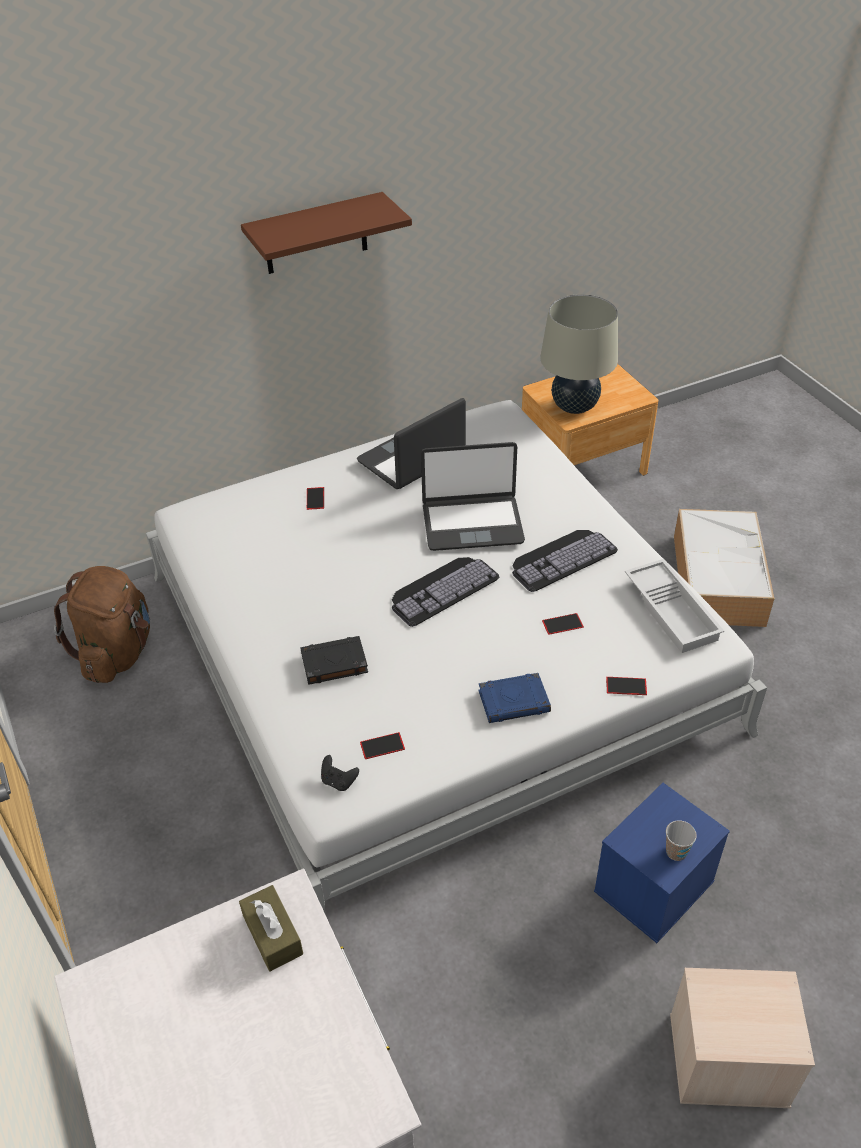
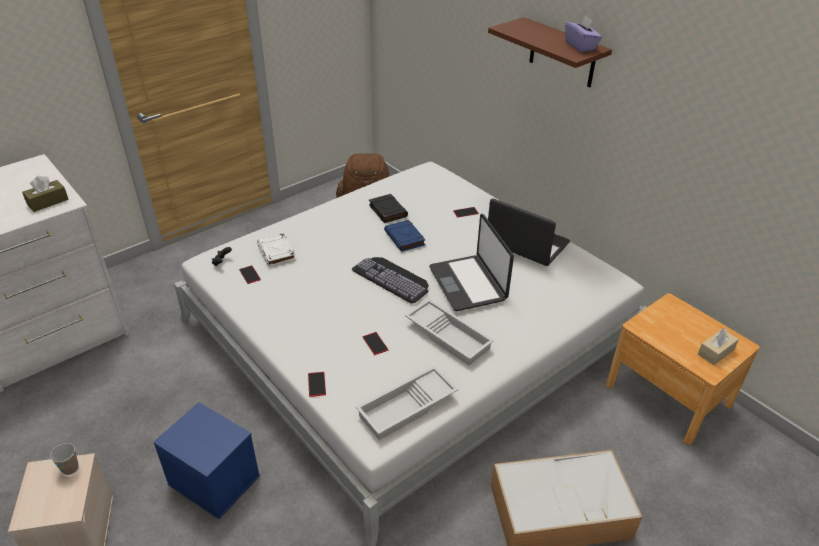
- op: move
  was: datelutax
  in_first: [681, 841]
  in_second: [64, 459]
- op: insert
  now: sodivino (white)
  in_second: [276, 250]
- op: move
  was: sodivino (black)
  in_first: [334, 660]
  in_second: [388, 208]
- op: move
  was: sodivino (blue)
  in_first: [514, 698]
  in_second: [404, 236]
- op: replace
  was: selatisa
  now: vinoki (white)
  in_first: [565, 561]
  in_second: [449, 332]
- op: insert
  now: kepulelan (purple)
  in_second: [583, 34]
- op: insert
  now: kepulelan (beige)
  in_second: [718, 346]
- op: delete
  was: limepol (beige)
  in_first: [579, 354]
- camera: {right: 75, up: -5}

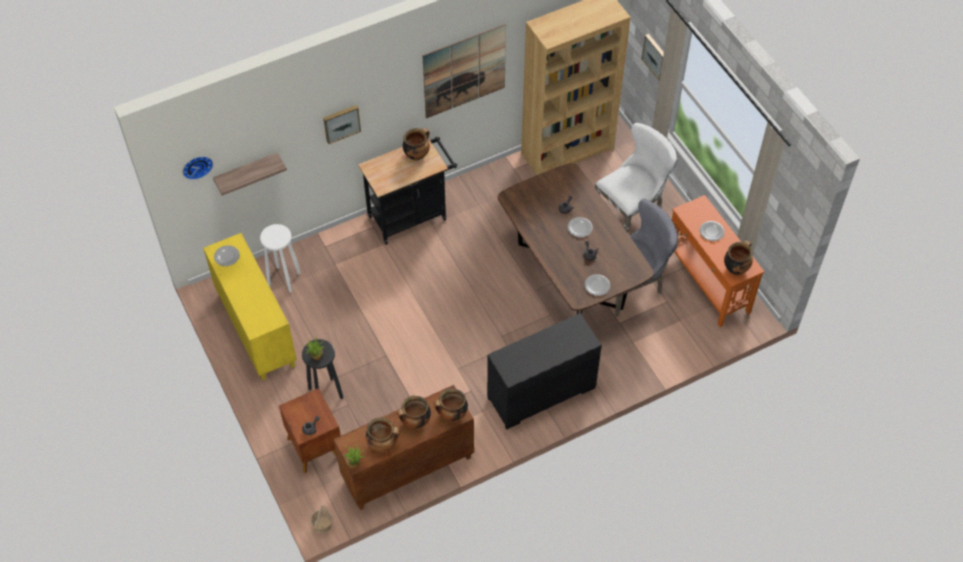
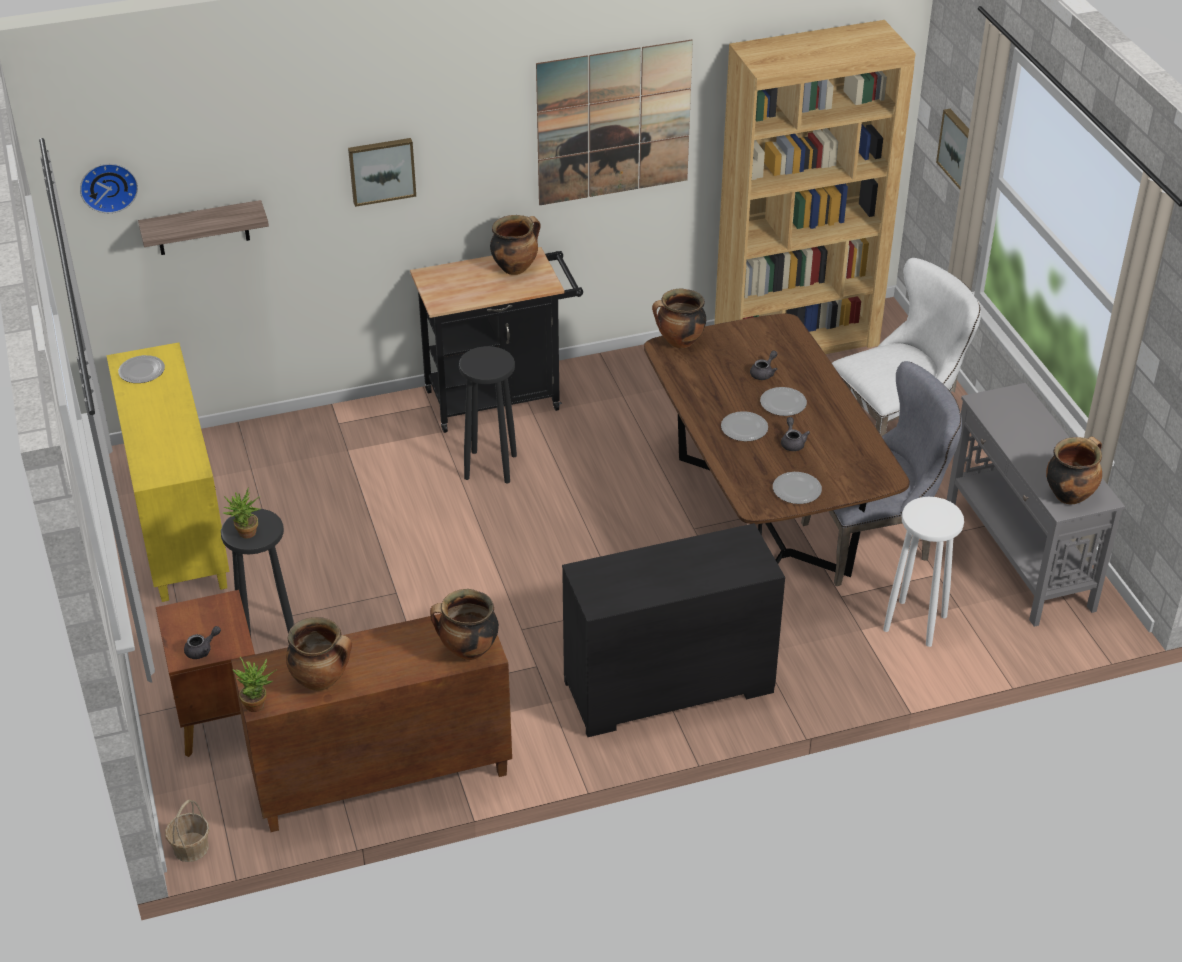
- op: insert
  now: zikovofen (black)
  in_second: [488, 414]
- op: move
  was: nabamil
  in_first: [414, 412]
  in_second: [679, 318]
- op: move
  was: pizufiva
  in_first: [712, 231]
  in_second: [744, 426]
- op: move
  was: zikovofen (white)
  in_first: [280, 258]
  in_second: [923, 572]
- op: recolor
  was: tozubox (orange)
  now: tozubox (grey)
  in_first: [718, 261]
  in_second: [1036, 505]
- camera: {right: 10, up: -15}

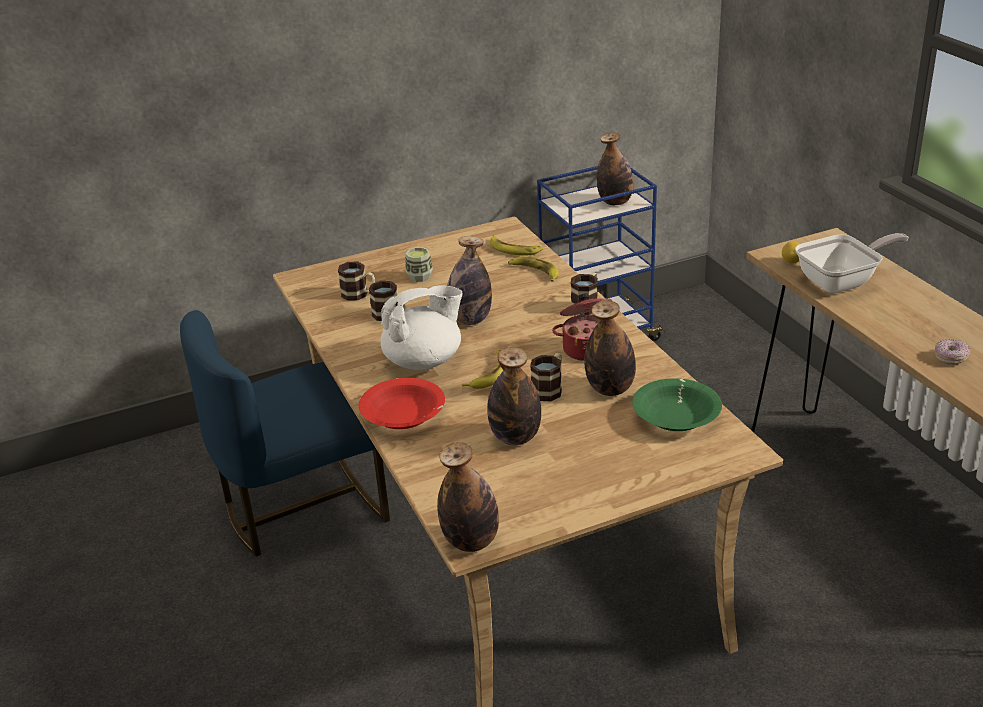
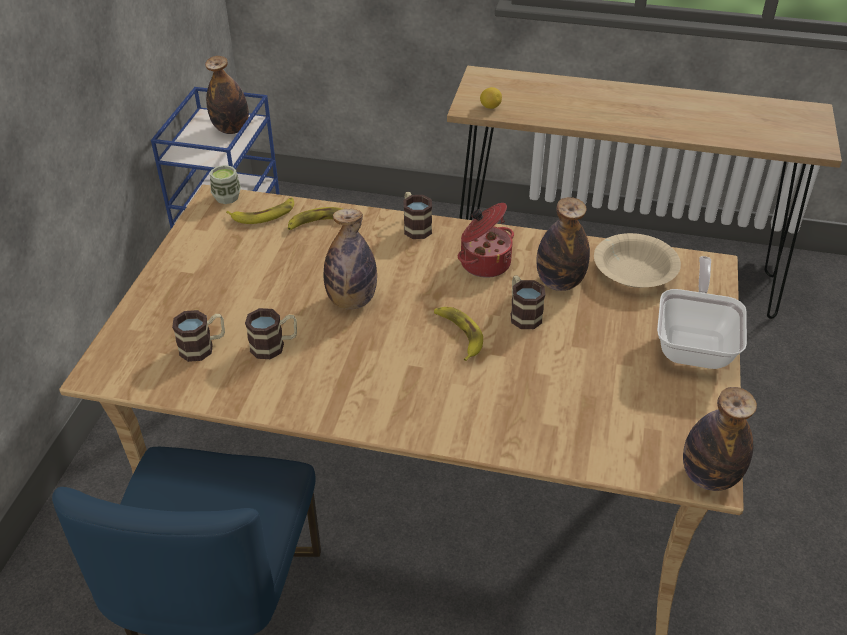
- op: move
  was: datelutax
  in_first: [419, 264]
  in_second: [225, 184]
- op: recolor
  was: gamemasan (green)
  now: gamemasan (beige)
  in_first: [677, 404]
  in_second: [637, 260]
- op: move
  was: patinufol
  in_first: [852, 263]
  in_second: [702, 312]
- op: delete
  was: gamemasan (red)
  in_first: [402, 403]
- op: delete
  was: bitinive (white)
  in_first: [421, 327]
- op: delete
  was: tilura
  in_first: [514, 396]
- op: delete
  was: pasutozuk
  in_first: [952, 352]
- camera: {right: -55, up: 10}

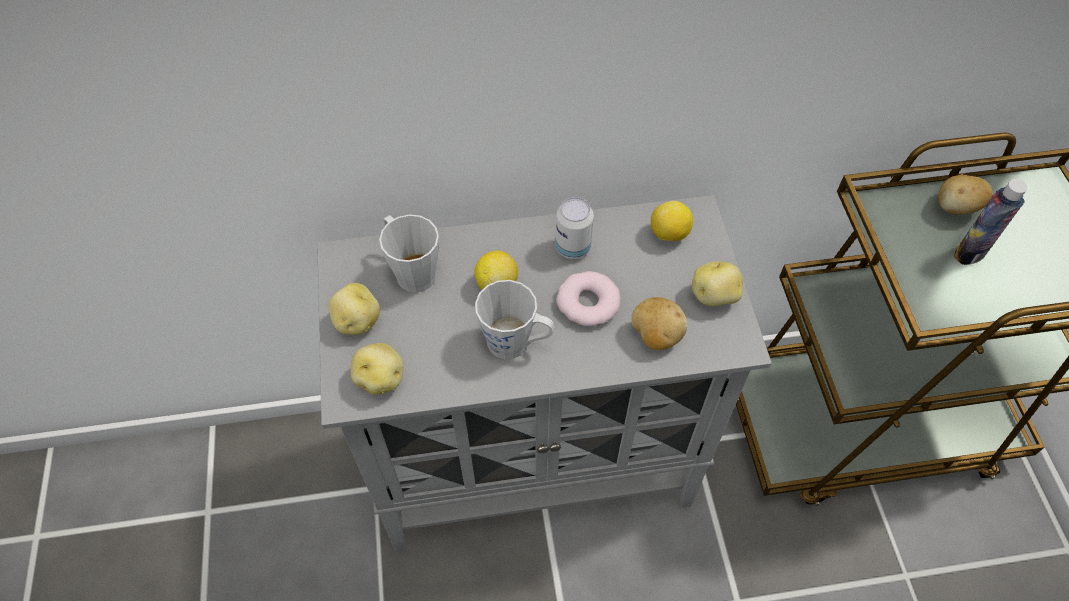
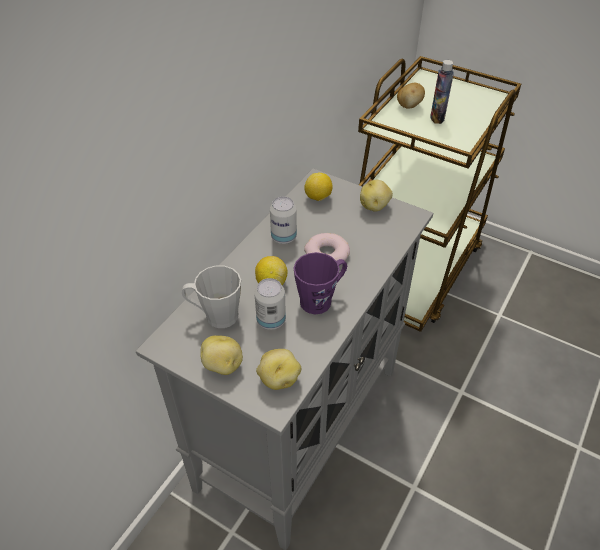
- op: insert
  now: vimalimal
  in_second: [270, 304]
- op: recolor
  was: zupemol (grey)
  now: zupemol (purple)
  in_first: [515, 319]
  in_second: [320, 283]
- op: delete
  was: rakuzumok
  in_first: [659, 323]
- camera: {right: -50, up: -10}

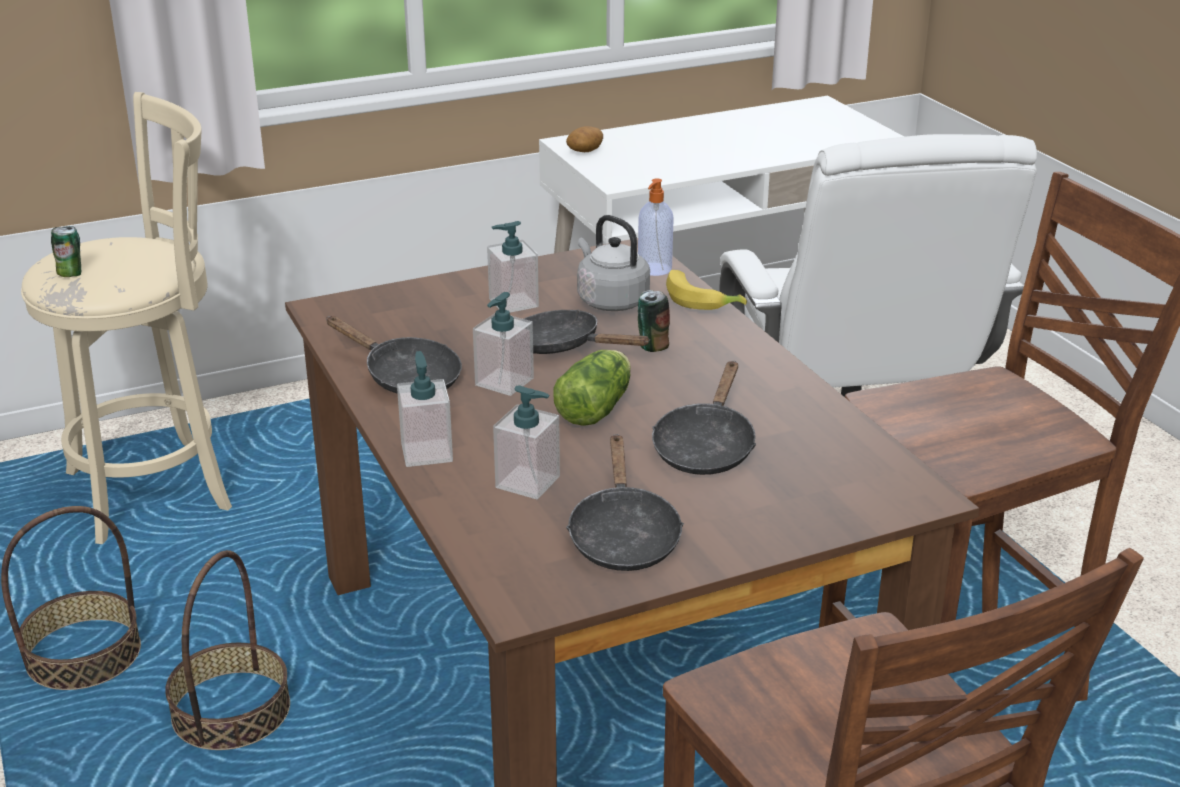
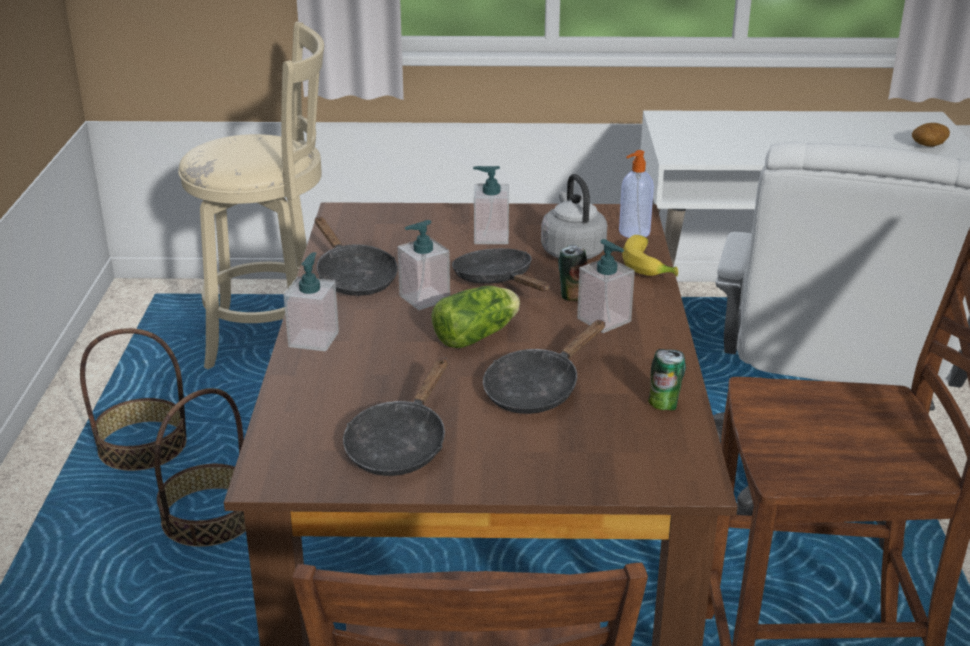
- op: move
  was: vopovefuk
  in_first: [526, 442]
  in_second: [606, 286]
- op: move
  was: vimalimal
  in_first: [66, 251]
  in_second: [667, 379]
- op: move
  was: rakuzumok
  in_first: [584, 139]
  in_second: [931, 135]
- camera: {right: 25, up: 0}

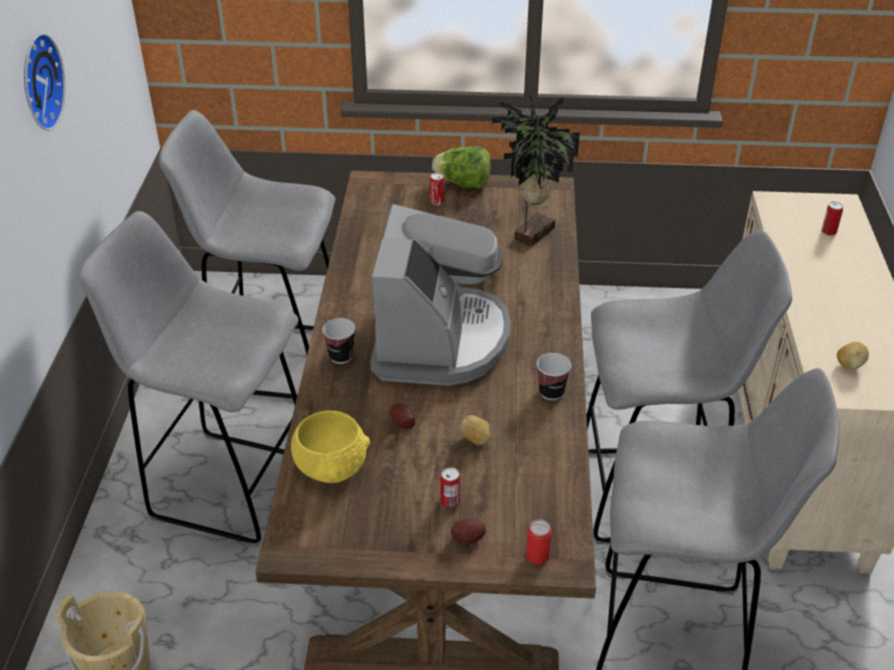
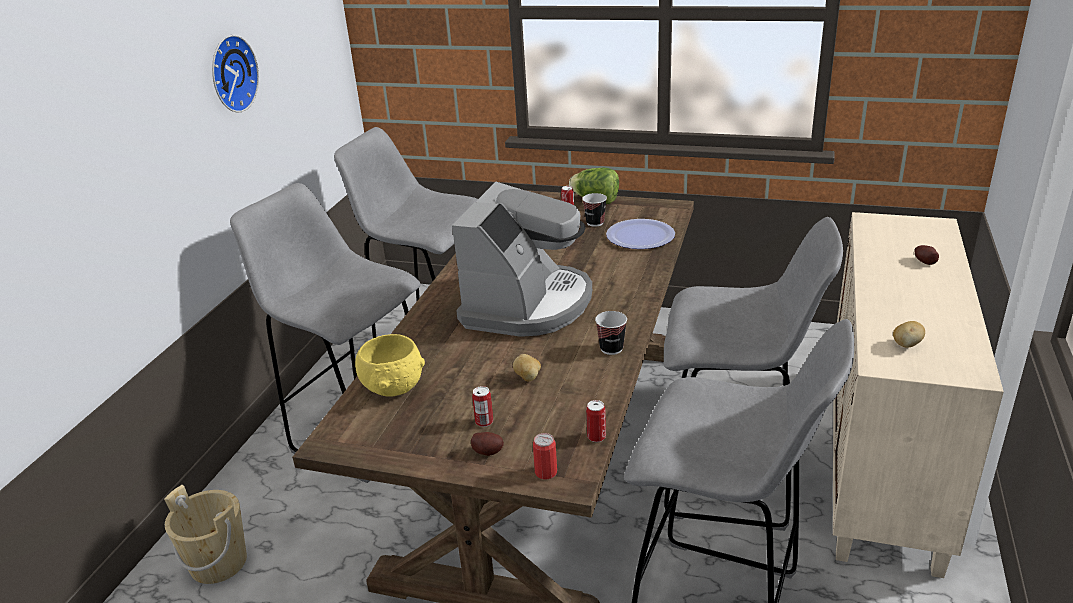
- op: move
  was: datelutax
  in_first: [339, 341]
  in_second: [594, 210]
- op: move
  was: vimalimal
  in_first: [832, 218]
  in_second: [596, 421]
- op: replace
  was: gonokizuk
  now: pizufiva
  in_first: [536, 169]
  in_second: [640, 234]
- op: move
  was: rakuzumok
  in_first: [402, 416]
  in_second: [926, 255]
- camera: {right: 15, up: -10}

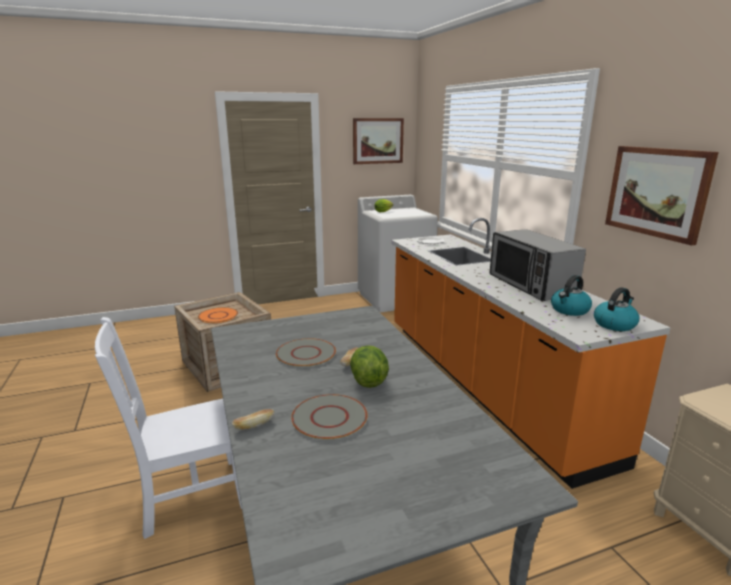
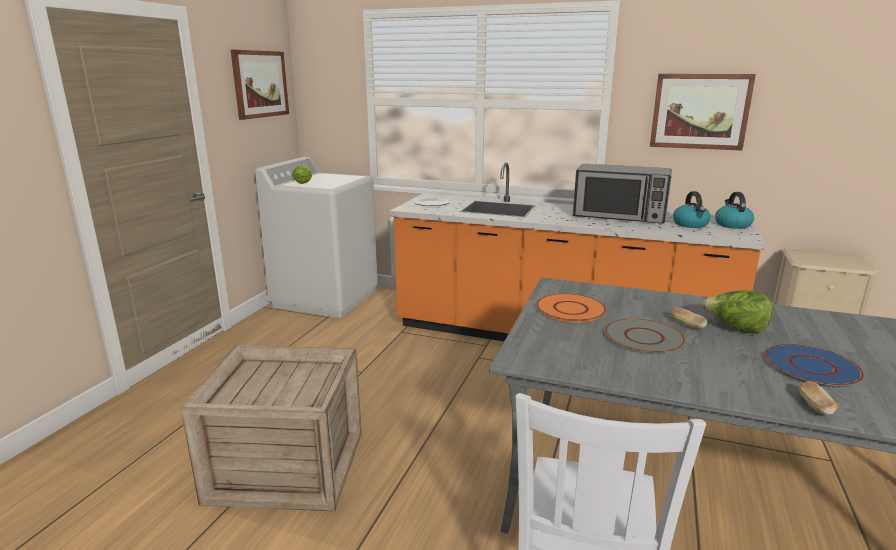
- op: move
  was: pizufiva (orange)
  in_first: [218, 315]
  in_second: [571, 308]
- op: recolor
  was: pizufiva (grey)
  now: pizufiva (blue)
  in_first: [329, 417]
  in_second: [814, 365]
- camera: {right: -50, up: 0}

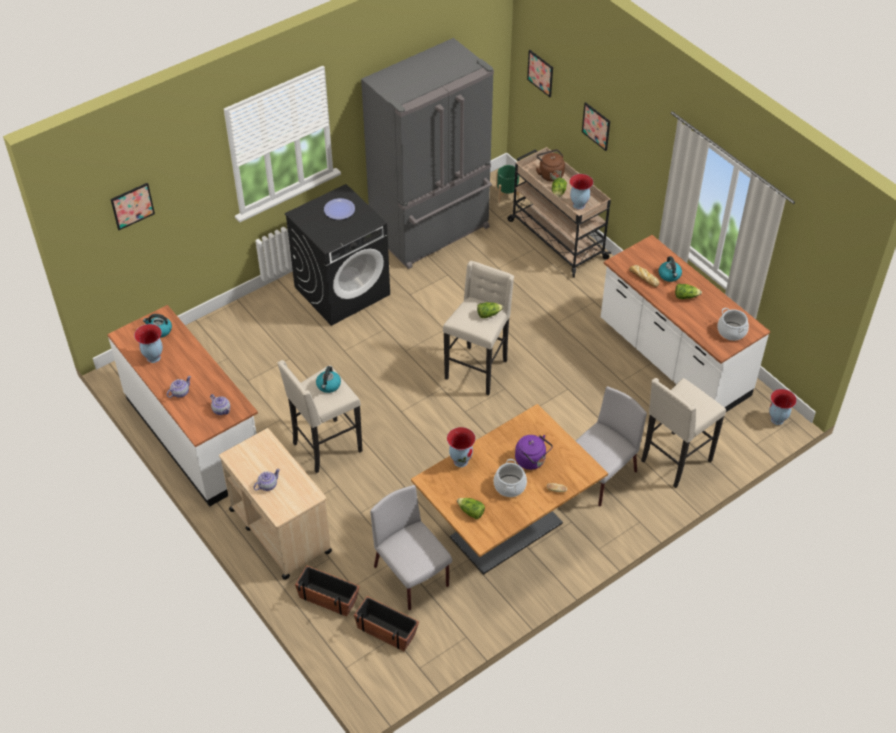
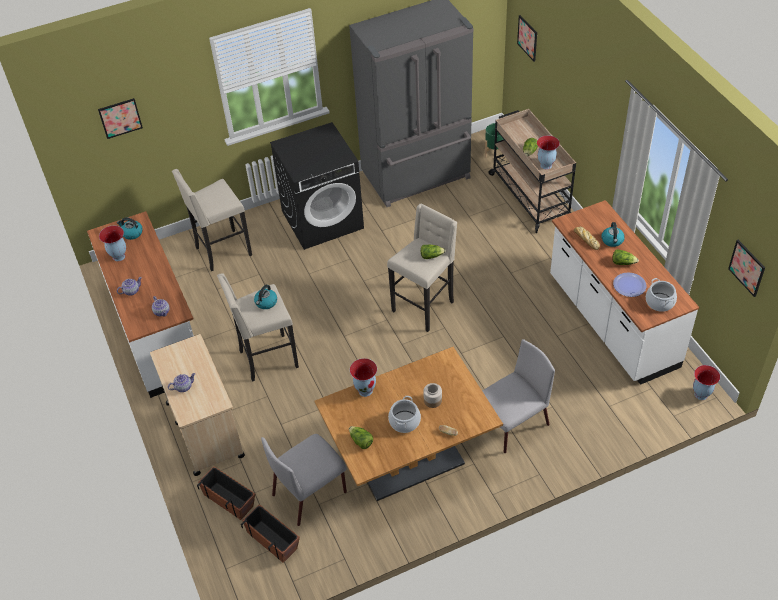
- op: move
  was: zikovofen (beige)
  in_first: [683, 433]
  in_second: [212, 220]
- op: rotate
  was: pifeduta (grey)
  in_first: [411, 547]
  in_second: [304, 480]
  clockwise: -105
- op: replace
  was: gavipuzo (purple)
  now: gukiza
  in_first: [534, 452]
  in_second: [432, 395]
- op: move
  was: pizufiva
  in_first: [339, 209]
  in_second: [629, 284]
- op: move
  was: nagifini
  in_first: [596, 126]
  in_second: [746, 268]
- op: delete
  was: gavipuzo (brown)
  in_first: [550, 165]
- camera: {right: 15, up: 0}

